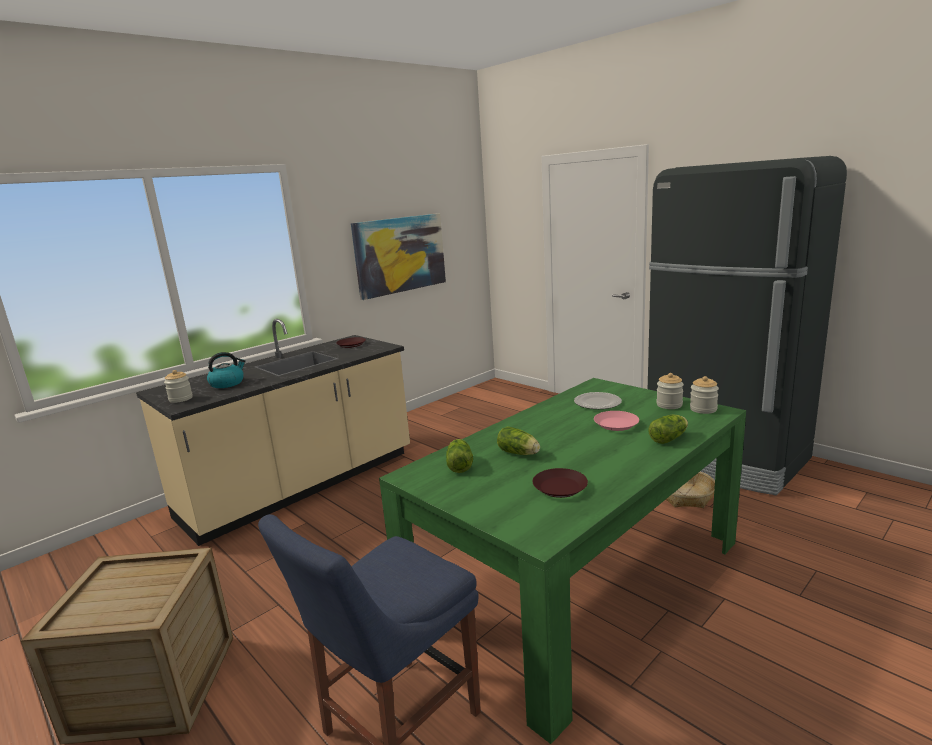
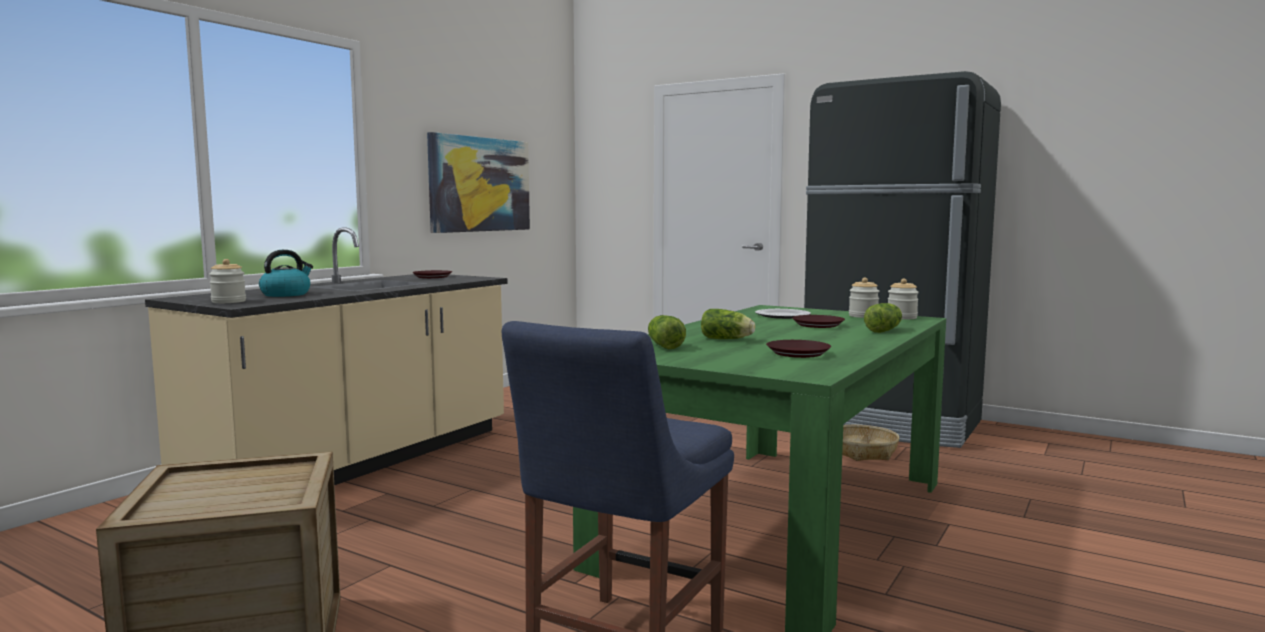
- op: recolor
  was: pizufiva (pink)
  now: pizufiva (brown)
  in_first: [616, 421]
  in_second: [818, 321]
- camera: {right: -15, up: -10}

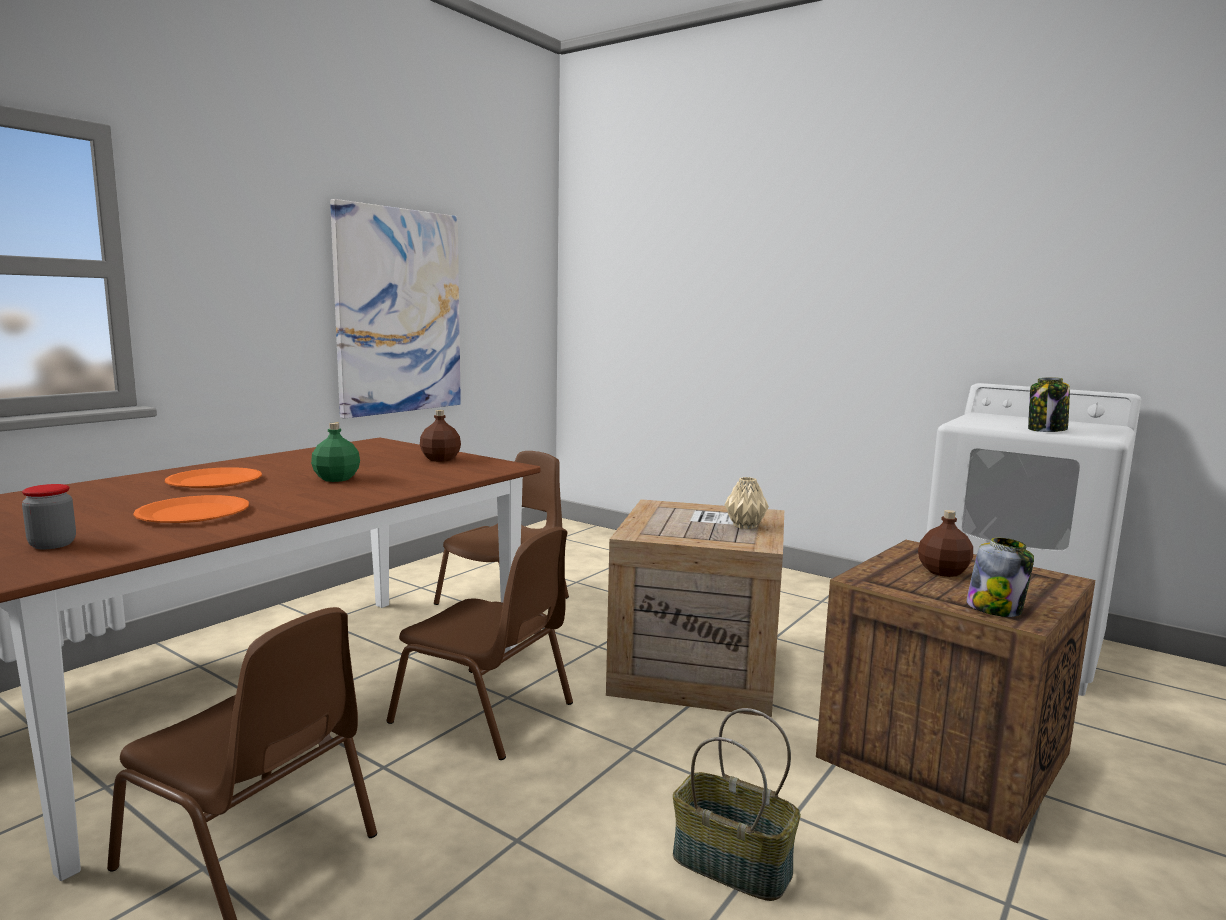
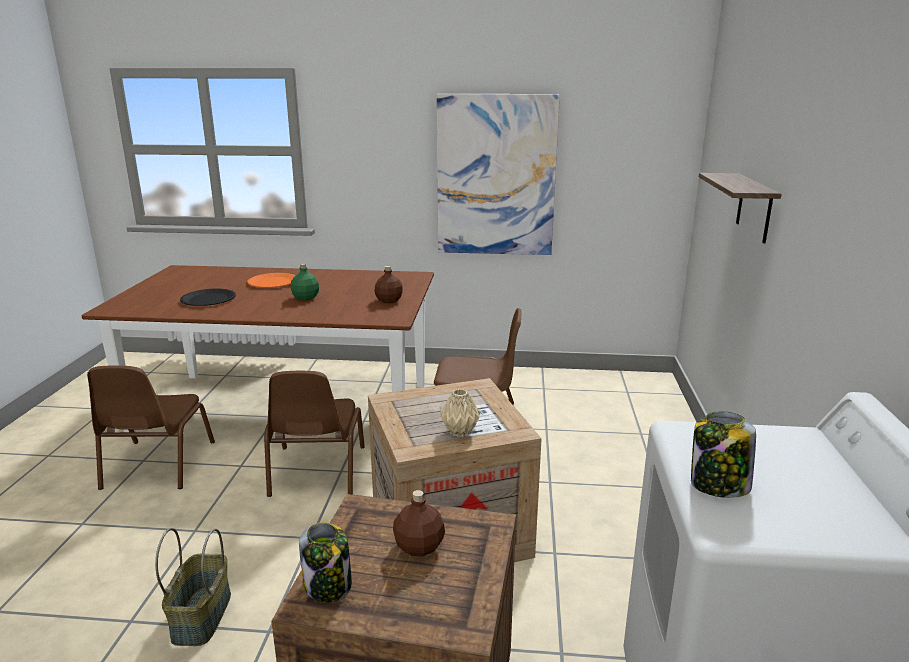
- op: recolor
  was: pizufiva (orange)
  now: pizufiva (black)
  in_first: [191, 509]
  in_second: [208, 297]
- op: insert
  now: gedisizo
  in_second: [740, 208]
- op: delete
  was: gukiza
  in_first: [49, 516]
- camera: {right: 60, up: 10}

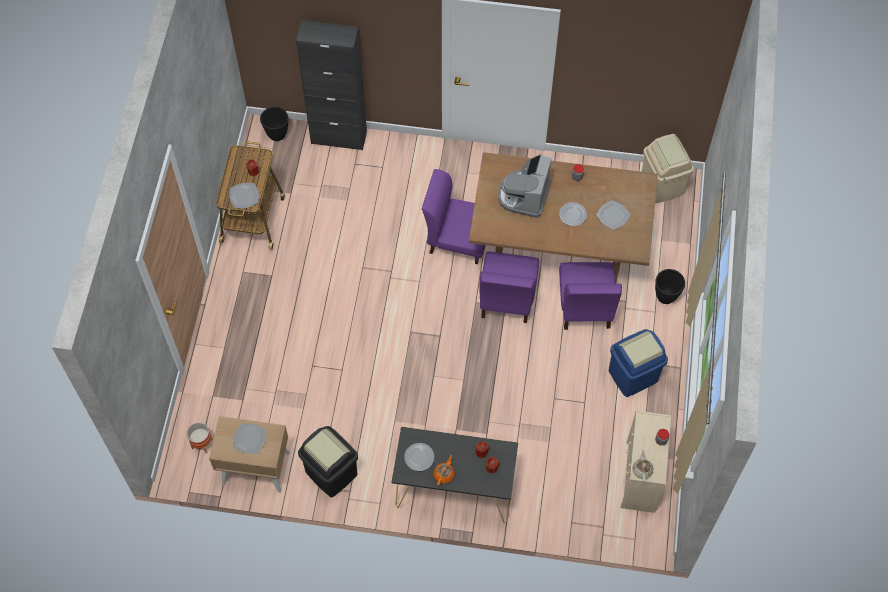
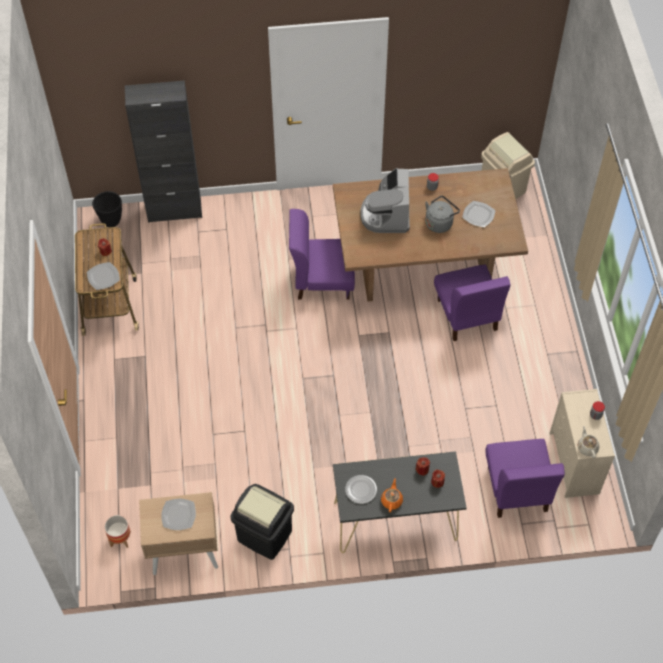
- op: replace
  was: pizufiva
  now: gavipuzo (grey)
  in_first: [573, 214]
  in_second: [442, 214]
- op: move
  was: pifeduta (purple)
  in_first: [509, 287]
  in_second: [525, 478]
- op: delete
  was: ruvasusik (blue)
  in_first: [638, 363]
- op: delete
  was: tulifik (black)
  in_first: [670, 286]
- camera: {right: -15, up: -5}

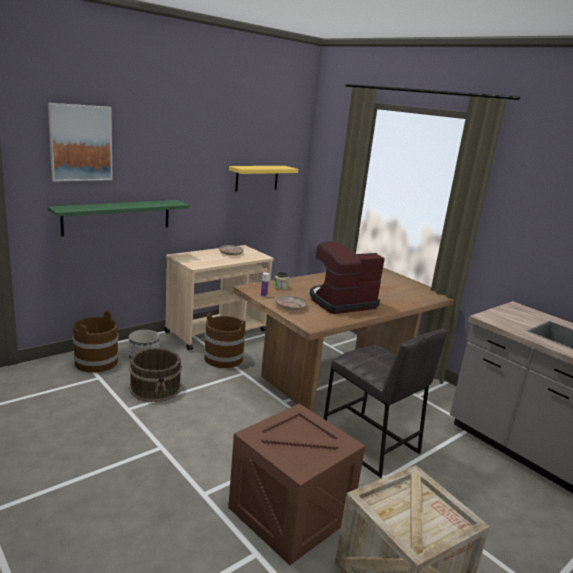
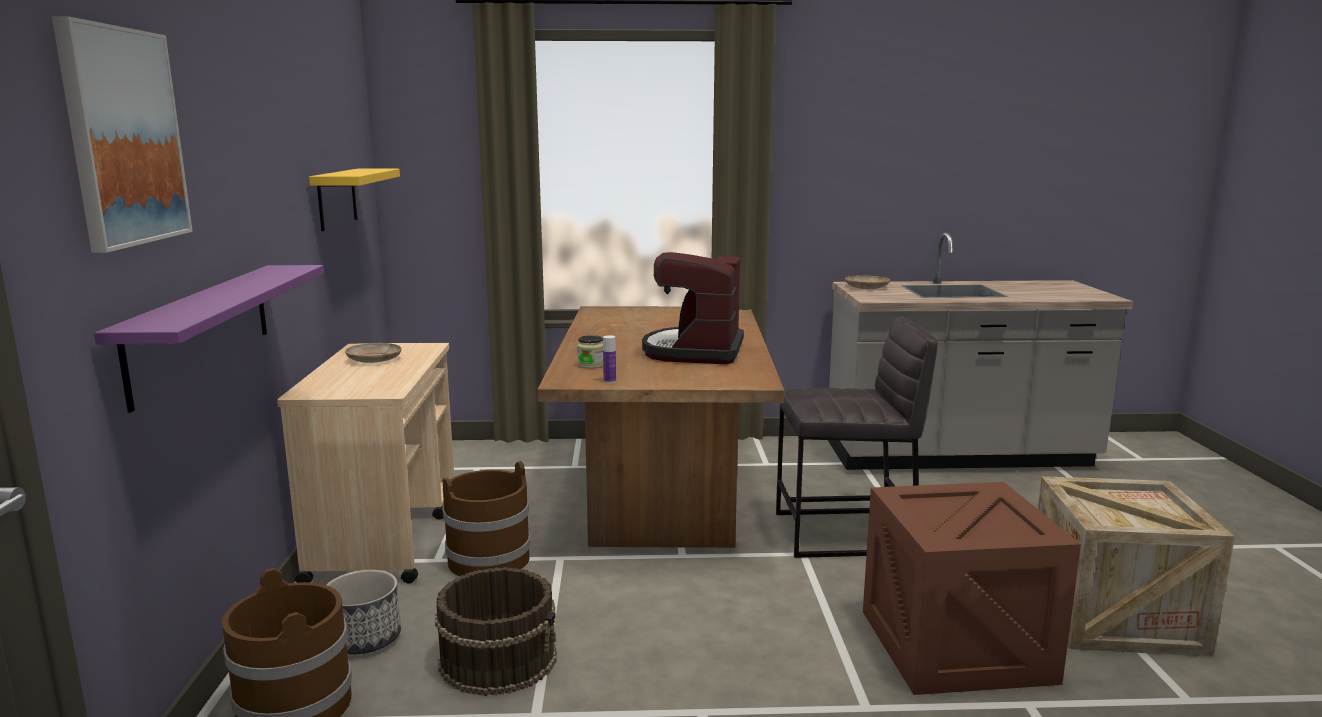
- op: recolor
  was: gedisizo (green)
  now: gedisizo (purple)
  in_first: [118, 218]
  in_second: [209, 339]
- op: move
  was: pizufiva (beige)
  in_first: [292, 303]
  in_second: [867, 282]
- camera: {right: -50, up: -5}

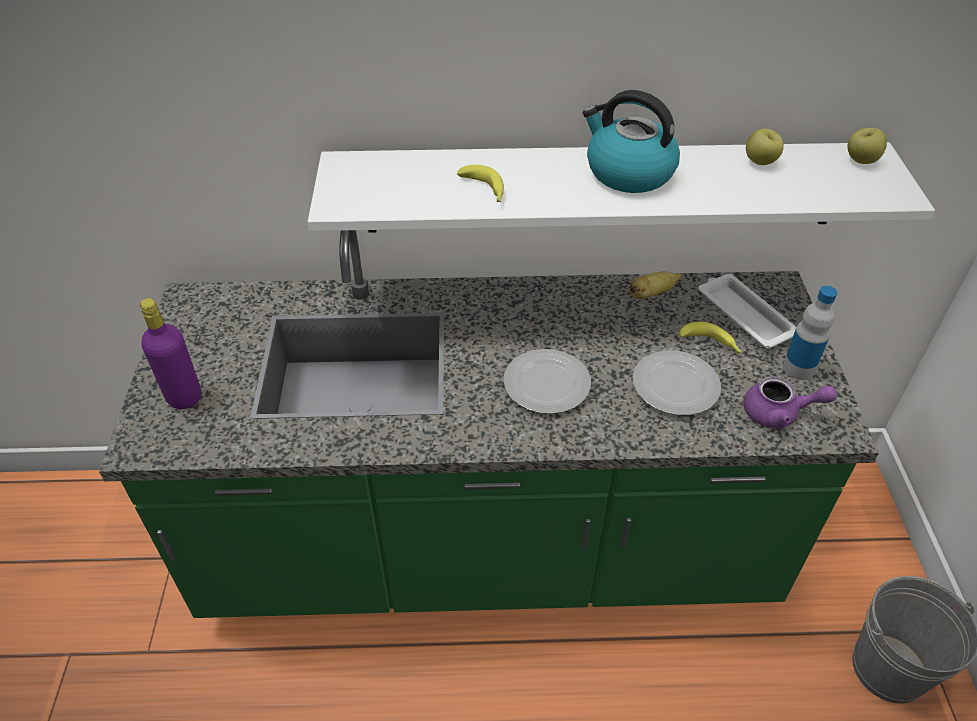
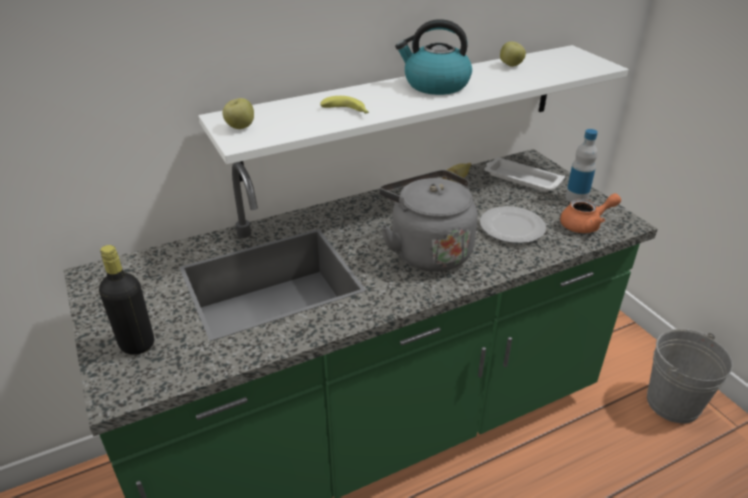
- op: recolor
  was: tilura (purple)
  now: tilura (black)
  in_first: [170, 353]
  in_second: [126, 300]
- op: move
  was: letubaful
  in_first: [867, 146]
  in_second: [238, 113]
- op: replace
  was: pizufiva
  now: gavipuzo (grey)
  in_first: [547, 381]
  in_second: [428, 221]
- op: recolor
  was: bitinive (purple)
  now: bitinive (orange)
  in_first: [790, 402]
  in_second: [590, 213]
- op: delete
  was: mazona
  in_first: [711, 338]
- camera: {right: -25, up: -10}

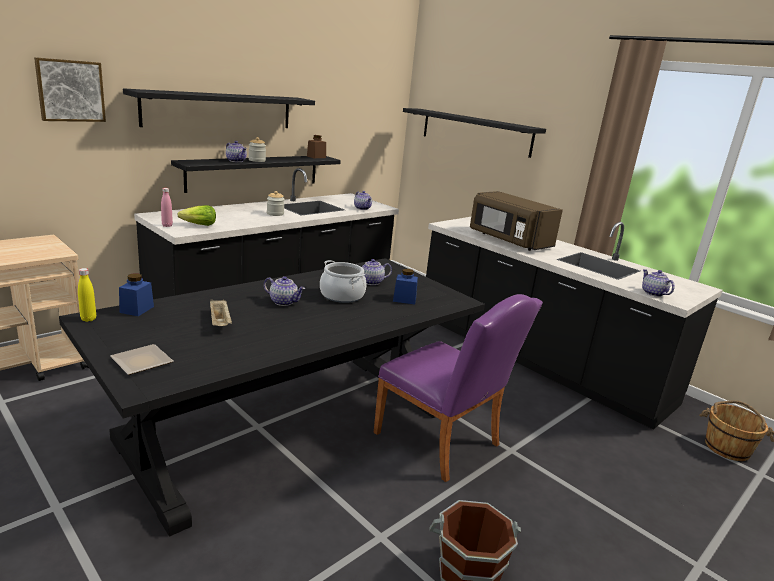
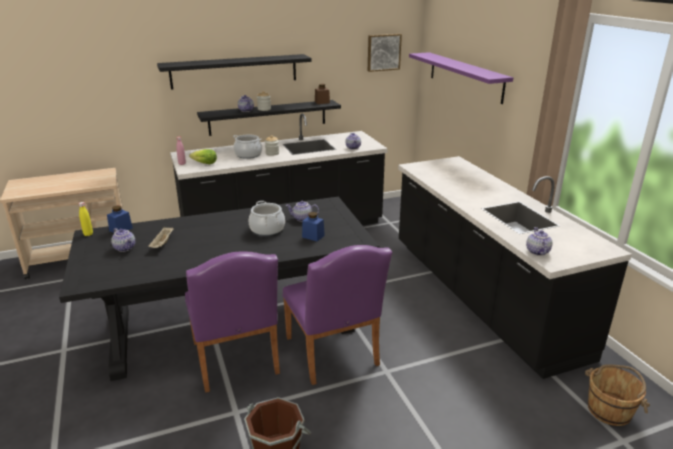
- op: move
  was: bitinive
  in_first: [284, 291]
  in_second: [123, 240]
- op: insert
  now: pifeduta (purple)
  in_second: [232, 322]
- op: insert
  now: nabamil
  in_second: [247, 146]
- op: move
  was: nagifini
  in_first: [70, 89]
  in_second: [385, 53]
- op: recolor
  was: gedisizo (black)
  now: gedisizo (purple)
  in_first: [474, 133]
  in_second: [461, 78]
- op: delete
  was: pizufiva
  in_first: [142, 359]
- op: delete
  was: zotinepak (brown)
  in_first: [516, 221]
- camera: {right: 25, up: 5}

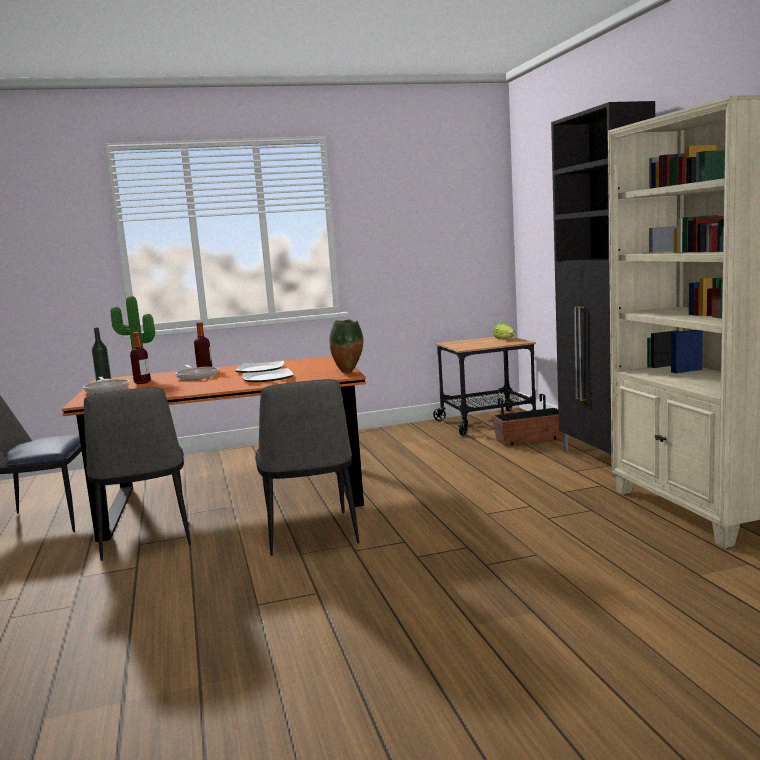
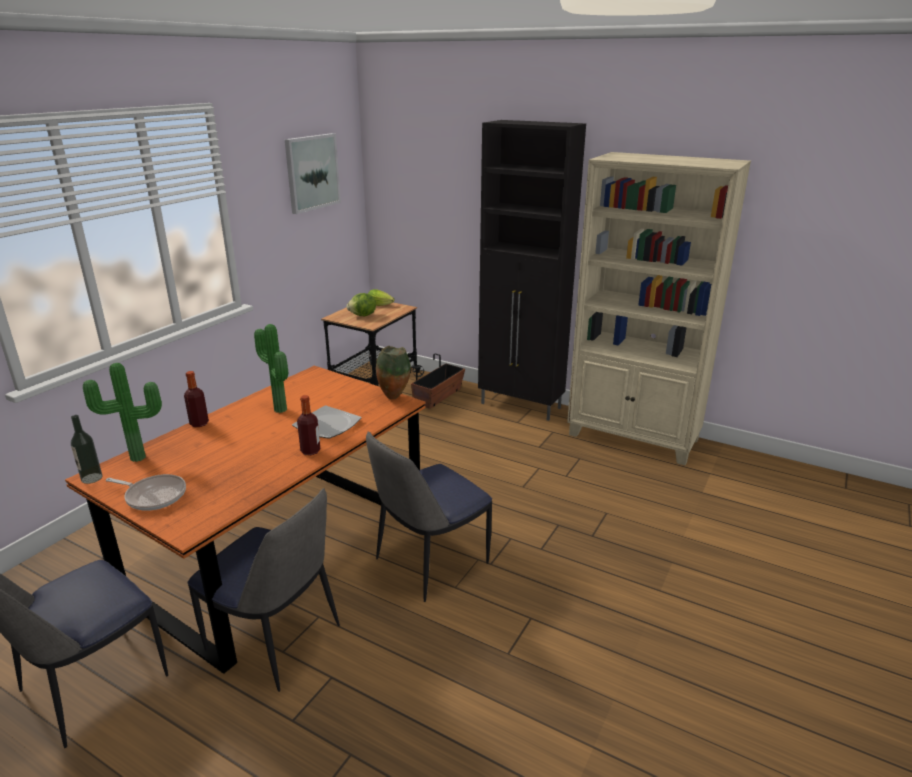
- op: replace
  was: pizufiva
  now: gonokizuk
  in_first: [259, 367]
  in_second: [271, 368]
- op: insert
  now: nagifini
  in_second: [312, 173]
- op: move
  was: tilura
  in_first: [140, 358]
  in_second: [309, 425]
- op: insert
  now: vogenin
  in_second: [361, 304]
- op: rotate
  was: pifeduta
  in_first: [307, 467]
  in_second: [429, 517]
  clockwise: 105
- op: delete
  was: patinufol
  in_first: [196, 372]
- camera: {right: -45, up: 15}

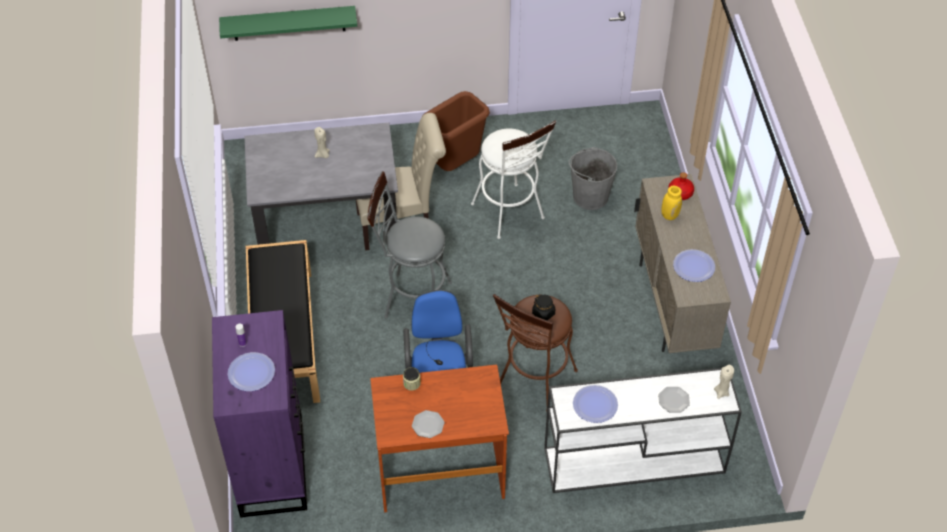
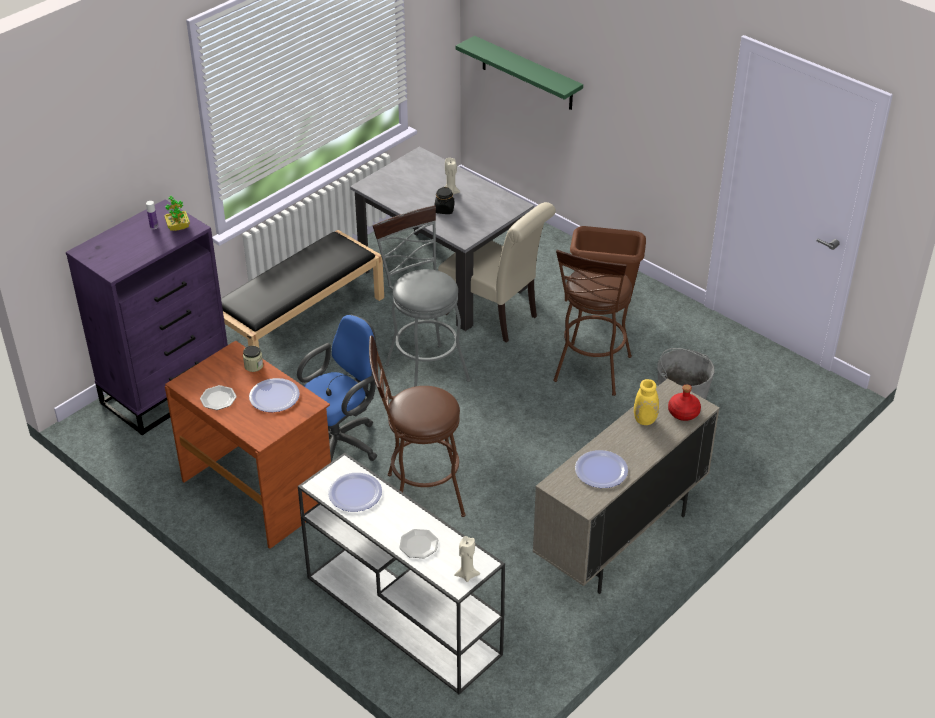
- op: insert
  now: gonokizuk
  in_second: [177, 213]
- op: move
  was: pizufiva
  in_first: [251, 371]
  in_second: [274, 395]
- op: move
  was: gukiza (black)
  in_first: [543, 307]
  in_second: [444, 200]
- op: recolor
  was: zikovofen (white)
  now: zikovofen (brown)
  in_first: [513, 179]
  in_second: [592, 323]
- camera: {right: 50, up: -10}

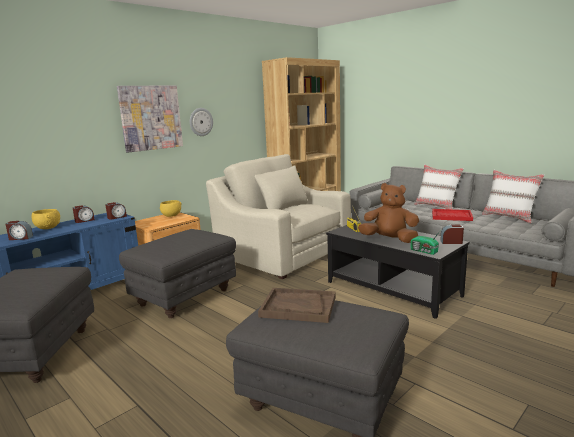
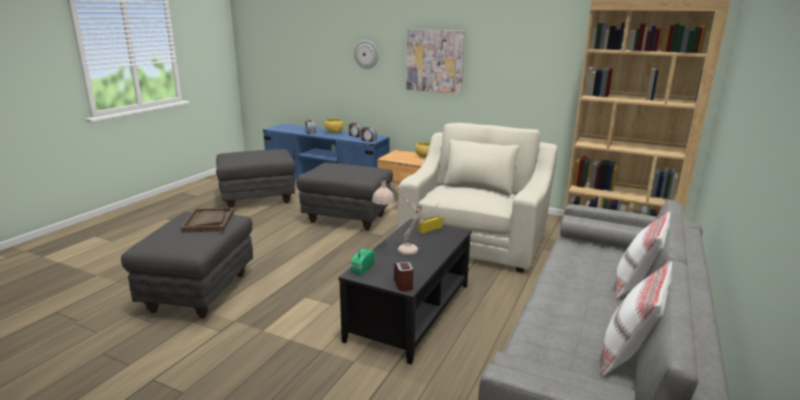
- op: move
  was: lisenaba
  in_first: [201, 122]
  in_second: [366, 54]
- op: replace
  was: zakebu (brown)
  now: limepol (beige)
  in_first: [388, 213]
  in_second: [397, 215]
- op: delete
  was: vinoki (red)
  in_first: [452, 215]
- camera: {right: 70, up: 5}

